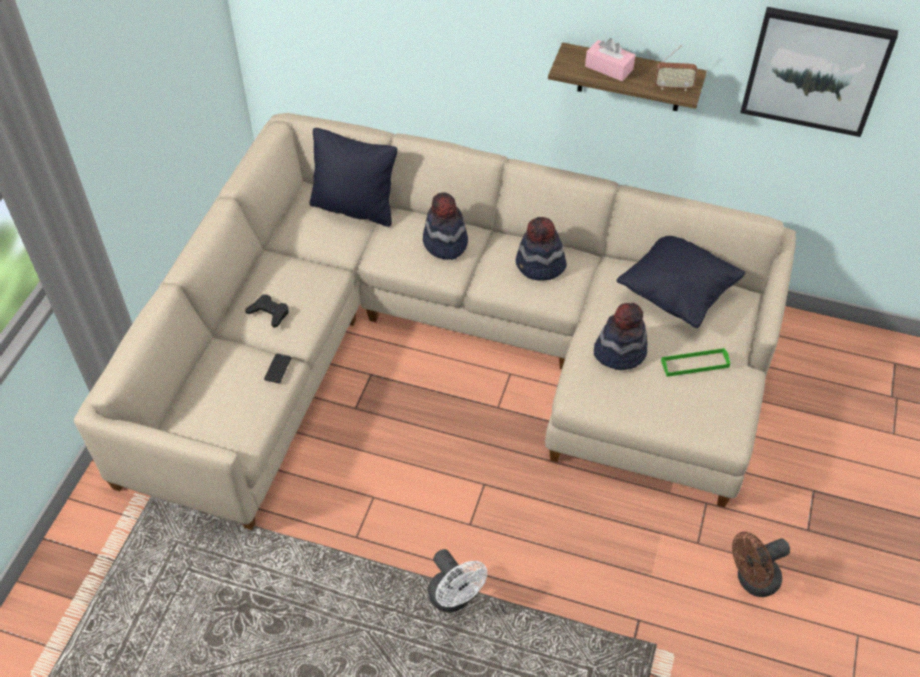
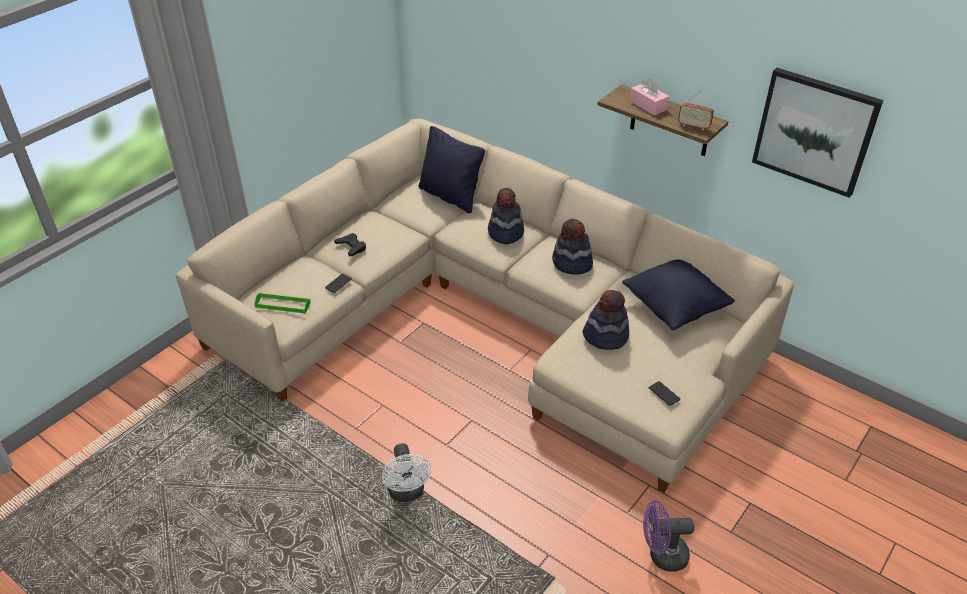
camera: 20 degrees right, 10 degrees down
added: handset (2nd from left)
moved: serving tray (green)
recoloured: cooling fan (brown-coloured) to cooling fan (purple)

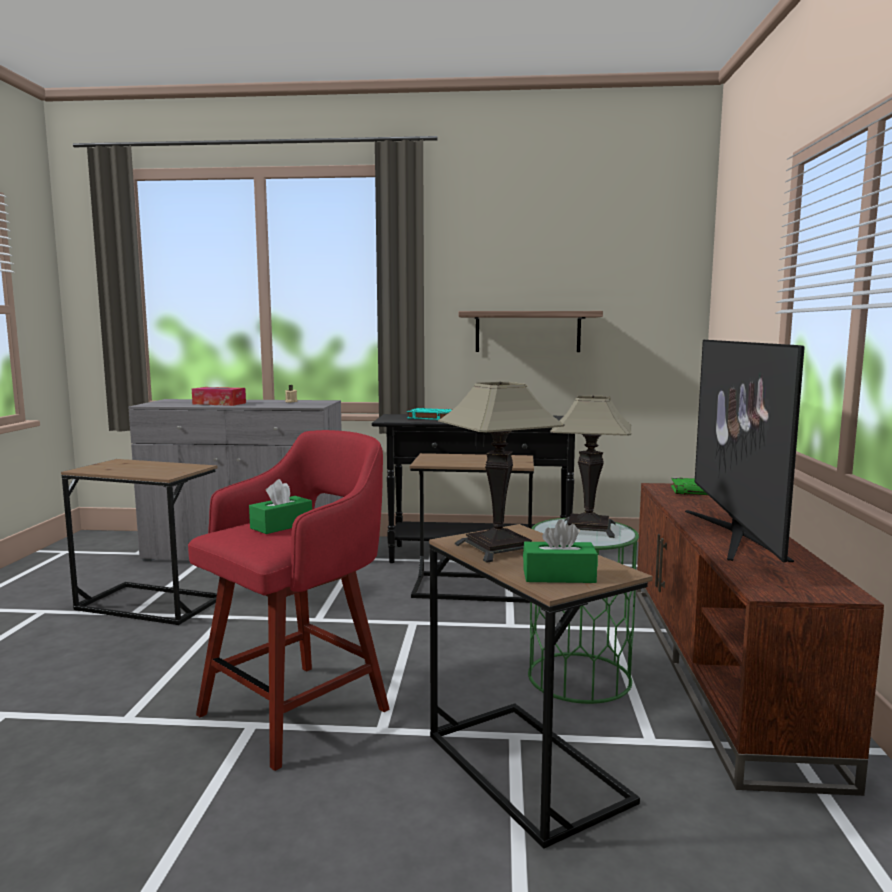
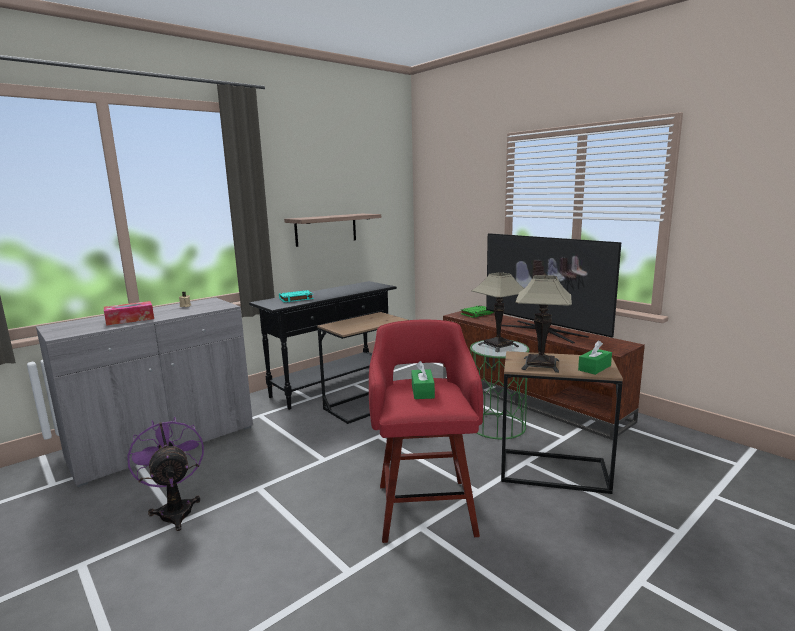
camera: 45 degrees left, 5 degrees up
replaced: side table (brown-coloured) (1st from left) to cooling fan (purple)

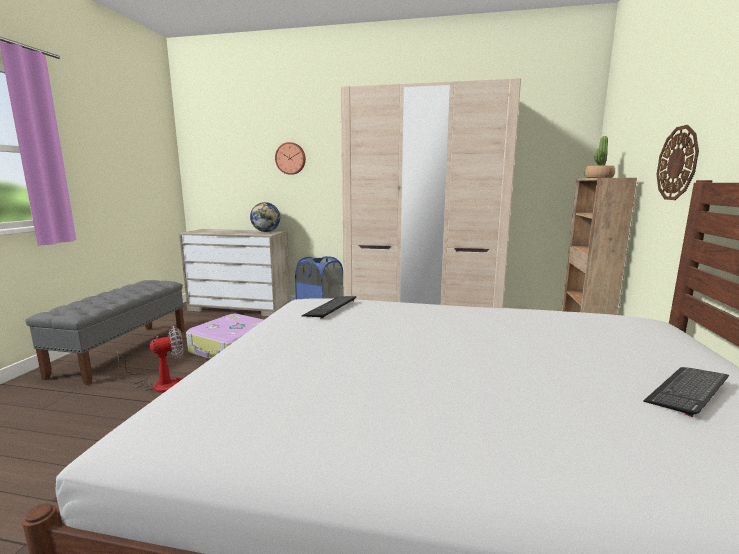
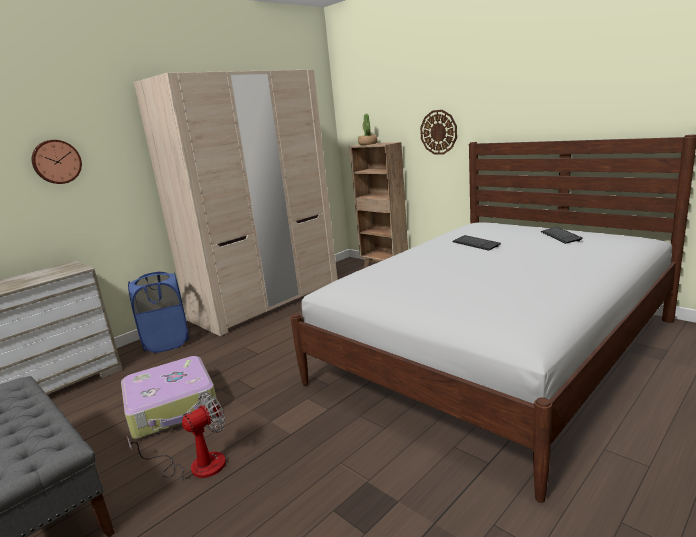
camera: 55 degrees left, 5 degrees up
removed: globe
moved: PC keyboard (1st from left)
turned: cooling fan 45 degrees clockwise

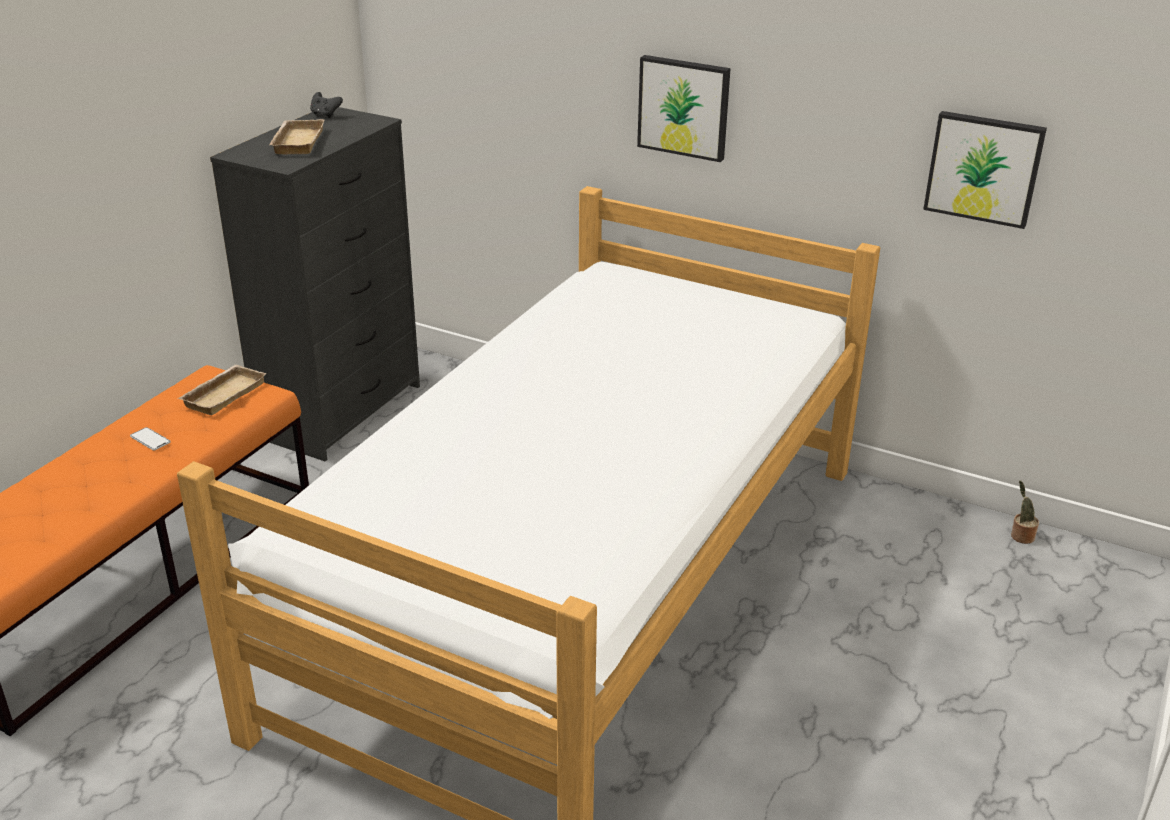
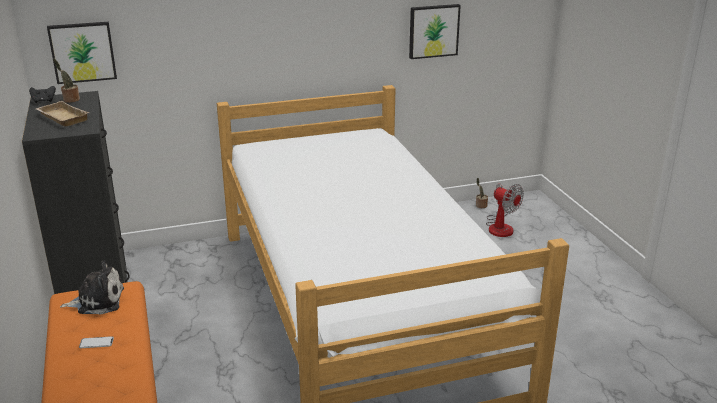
camera: 45 degrees left, 5 degrees down
added: potted plant (1st from left); cooling fan
moved: picture (1st from left)
replaced: serving tray (beige-coloured) (1st from left) to soft toy

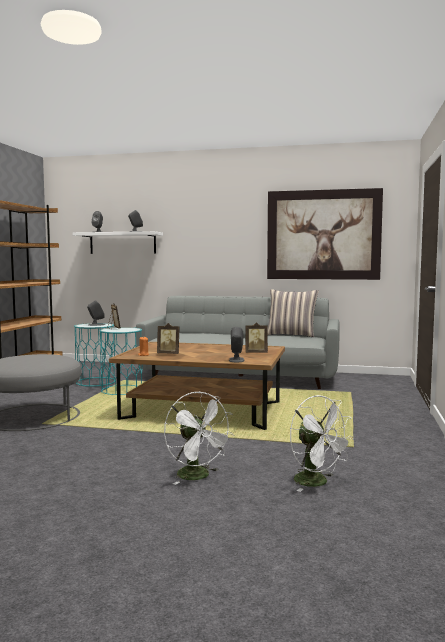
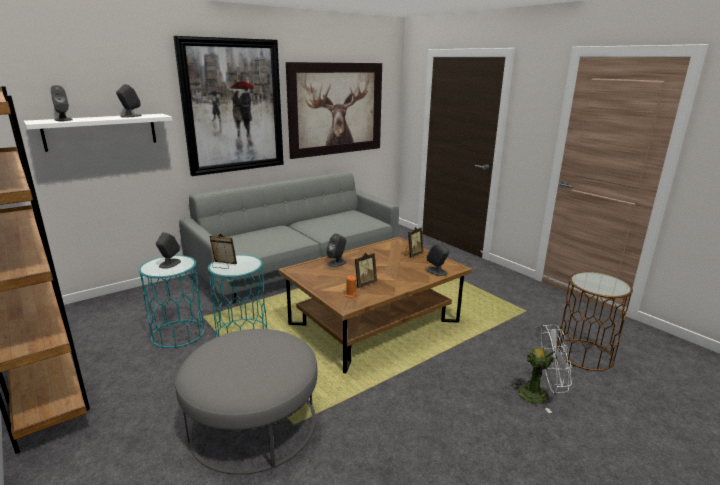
camera: 50 degrees left, 15 degrees up
removed: cushion
added: picture (1st from left); loudspeaker (gray) (4th from left)
replaced: cooling fan (white-coloured) (2nd from left) to side table (brown-coloured)

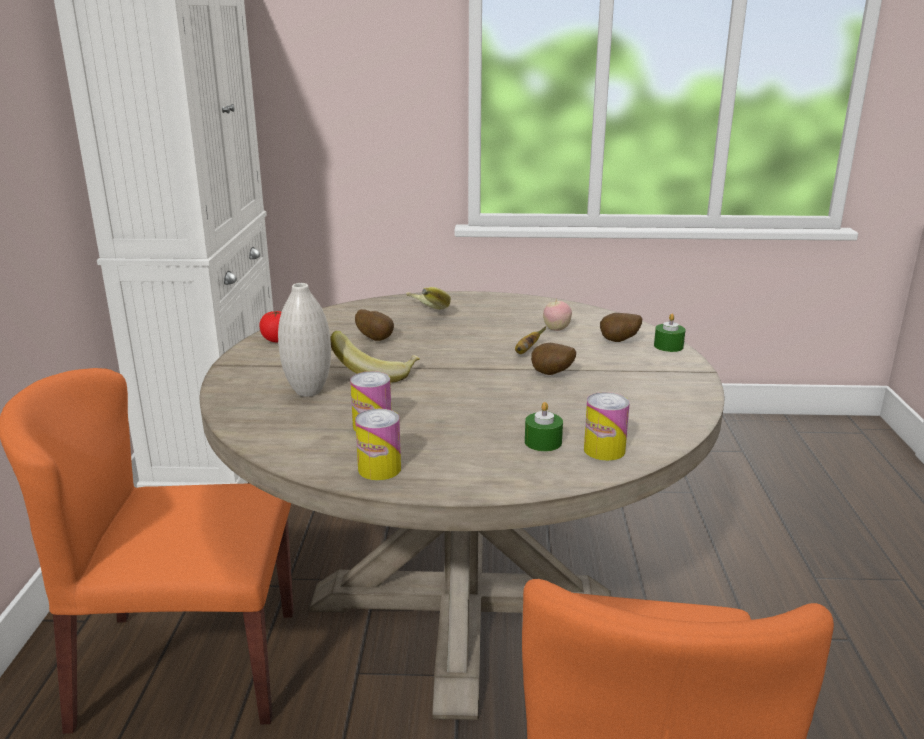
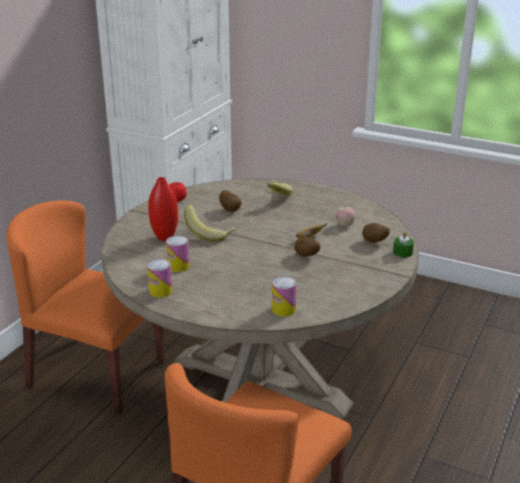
camera: 25 degrees right, 5 degrees up
removed: wax light (green) (1st from left)
recoloured: vase (white-coloured) to vase (red)

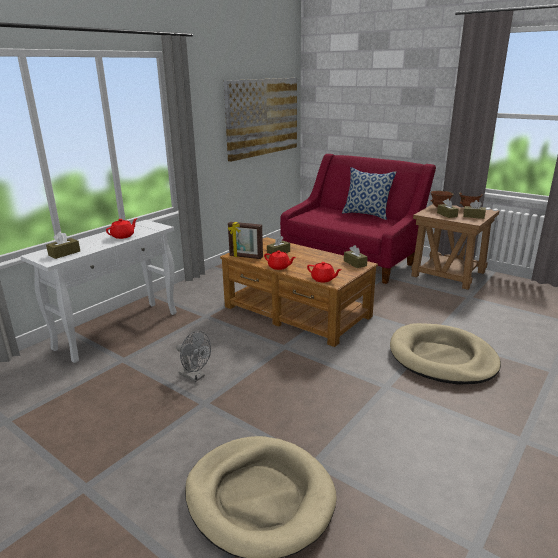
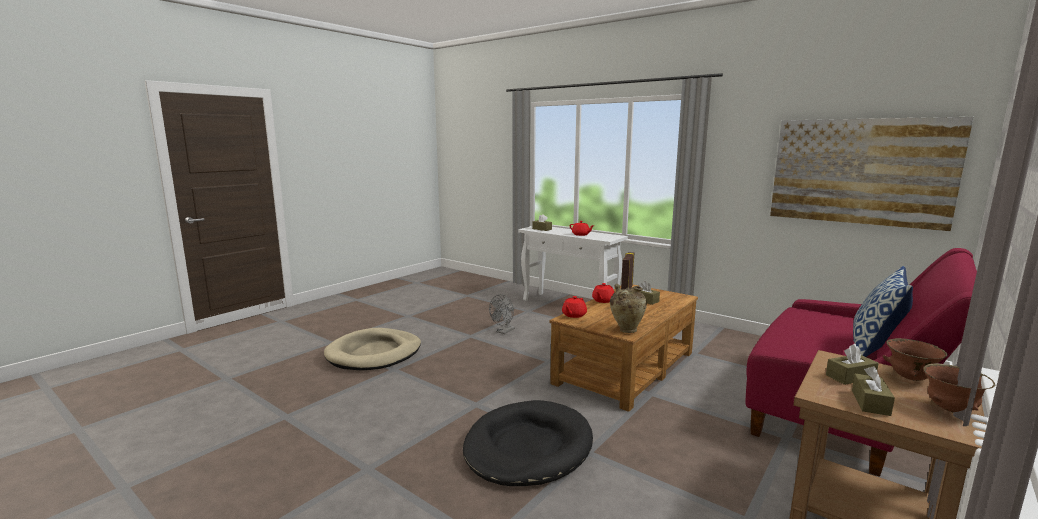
camera: 90 degrees right, 10 degrees down
replaced: tissue holder (brown-coloured) (3rd from left) to vase (beige-coloured)
recoloured: dog cushion (beige-coloured) (2nd from left) to dog cushion (blackish)

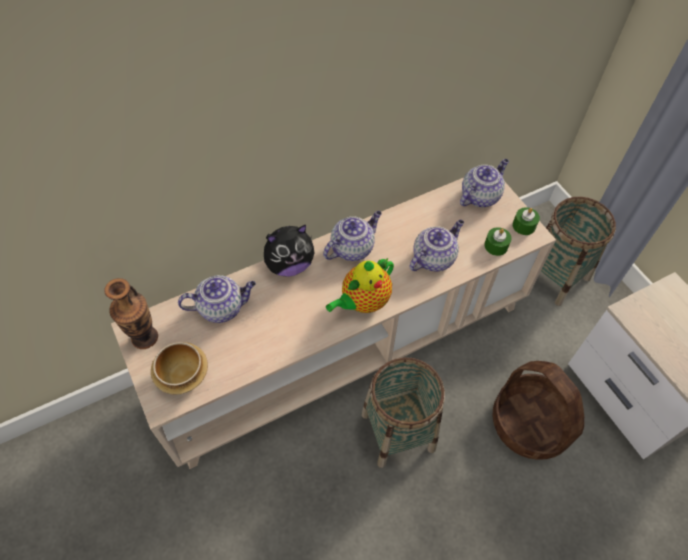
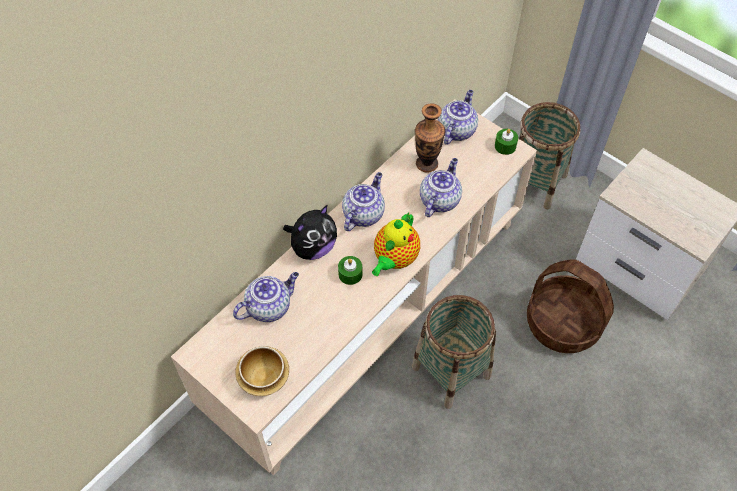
camera: 20 degrees left, 0 degrees up
moved: vase; wax light (green) (1st from left)

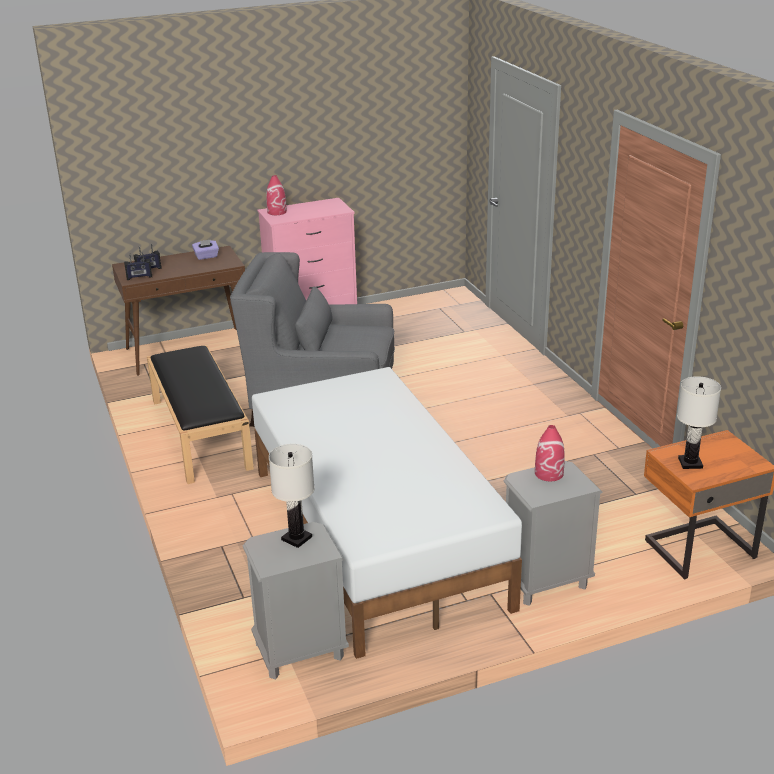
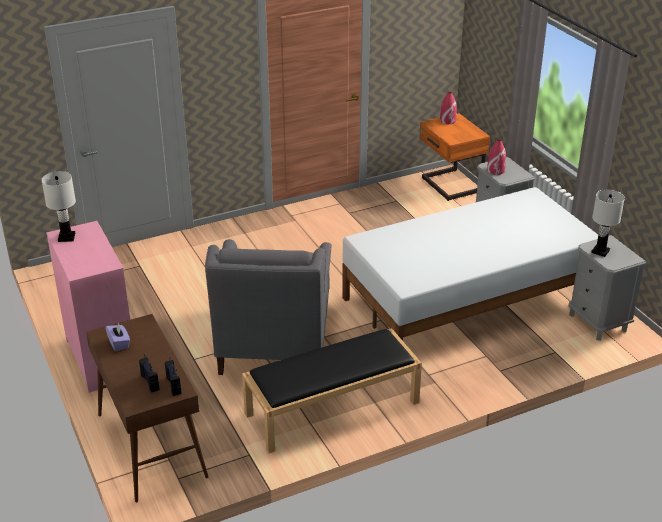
camera: 95 degrees left, 5 degrees up
moved: vase (red) (1st from left); table lamp (white-coloured) (2nd from left in the first image) to table lamp (white-coloured) (1st from left)

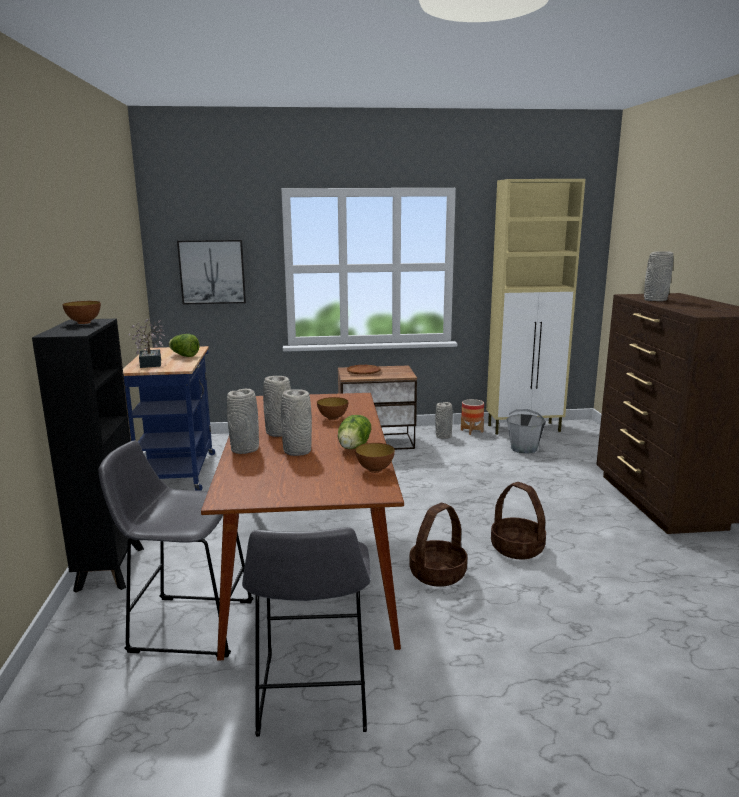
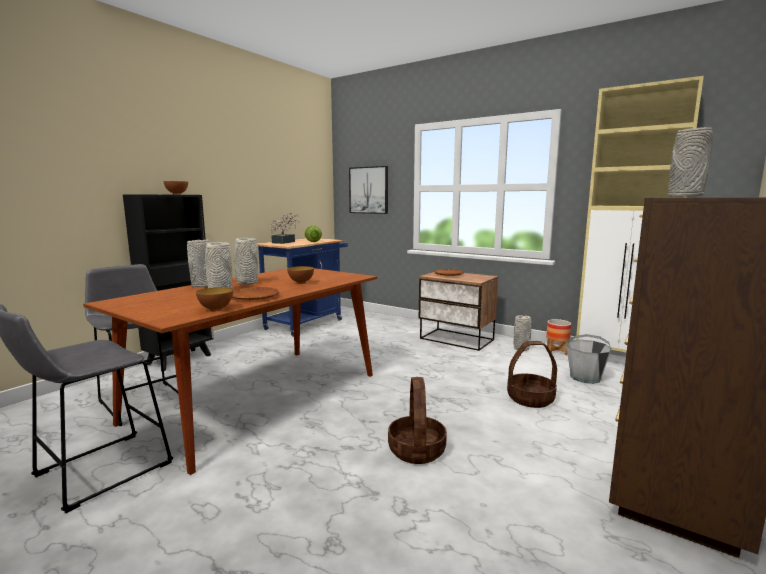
camera: 40 degrees right, 5 degrees down
moved: household basket (1st from left in the first image) to household basket (2nd from left)
replaced: head of lettuce (2nd from left) to plate (brown-coloured) (1st from left)

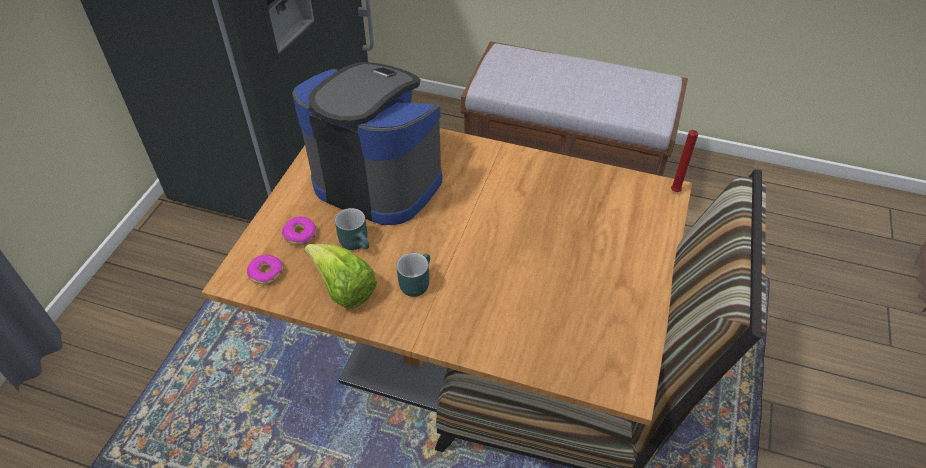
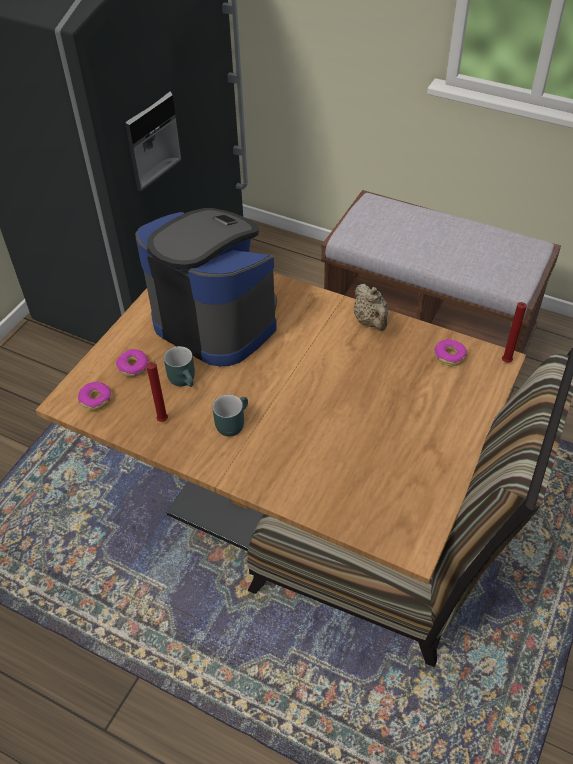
camera: 10 degrees right, 0 degrees up
added: pot for tea (beige-coloured); donut (3rd from left)
replaced: head of lettuce to wax light (red) (1st from left)

